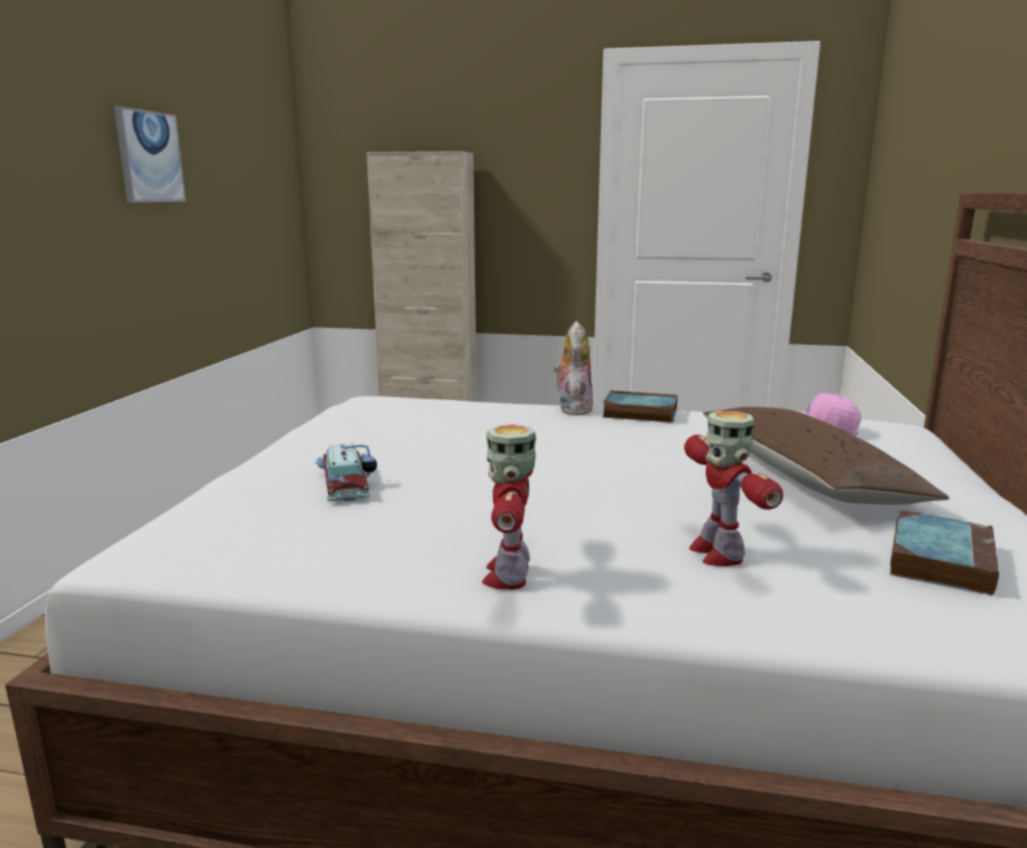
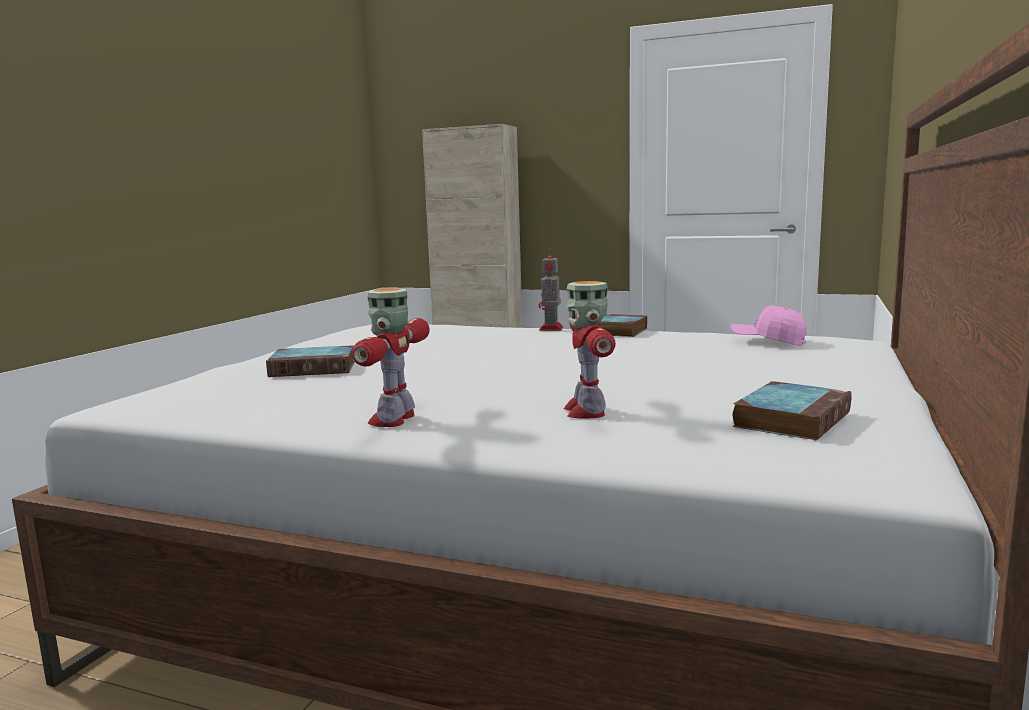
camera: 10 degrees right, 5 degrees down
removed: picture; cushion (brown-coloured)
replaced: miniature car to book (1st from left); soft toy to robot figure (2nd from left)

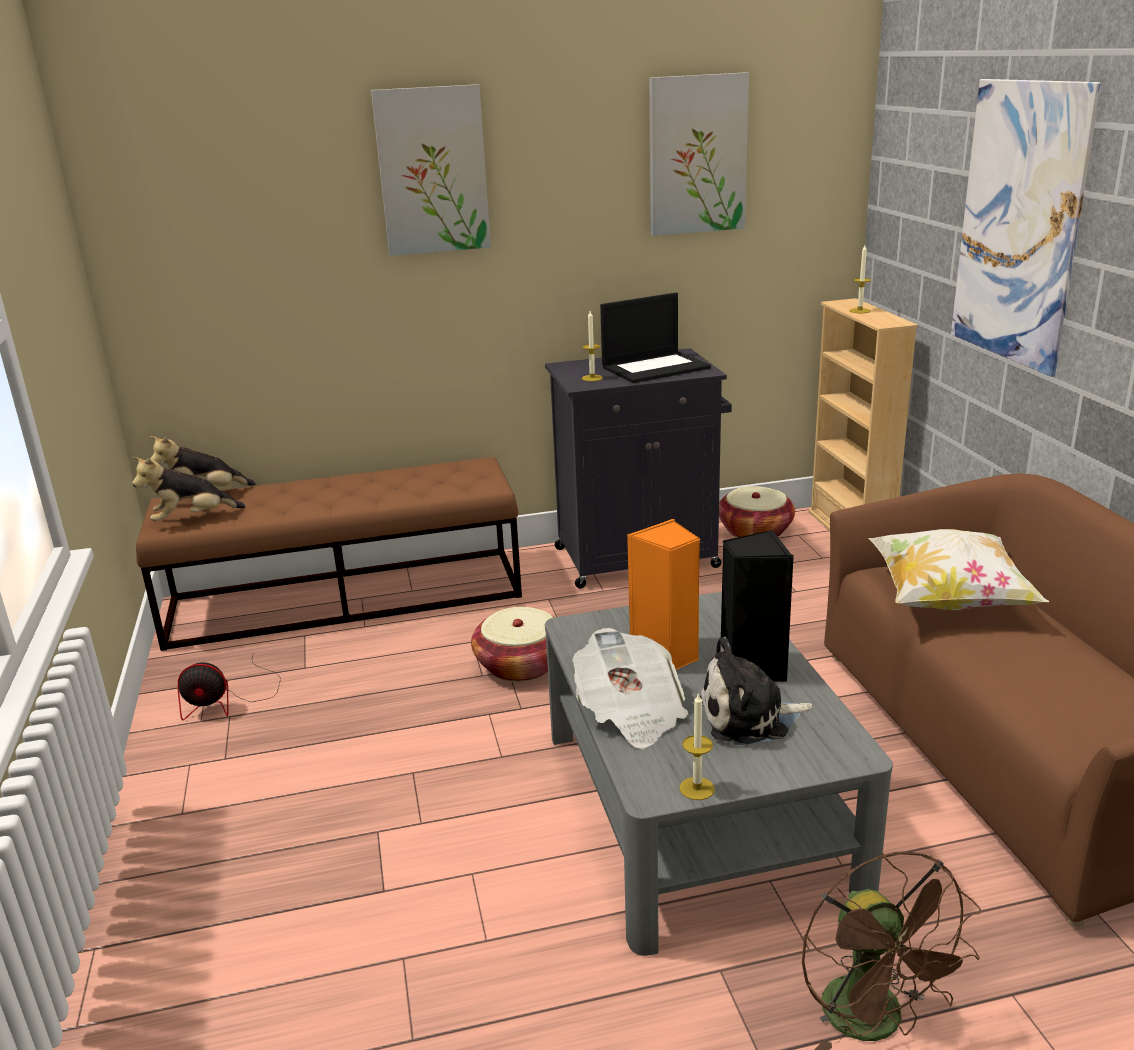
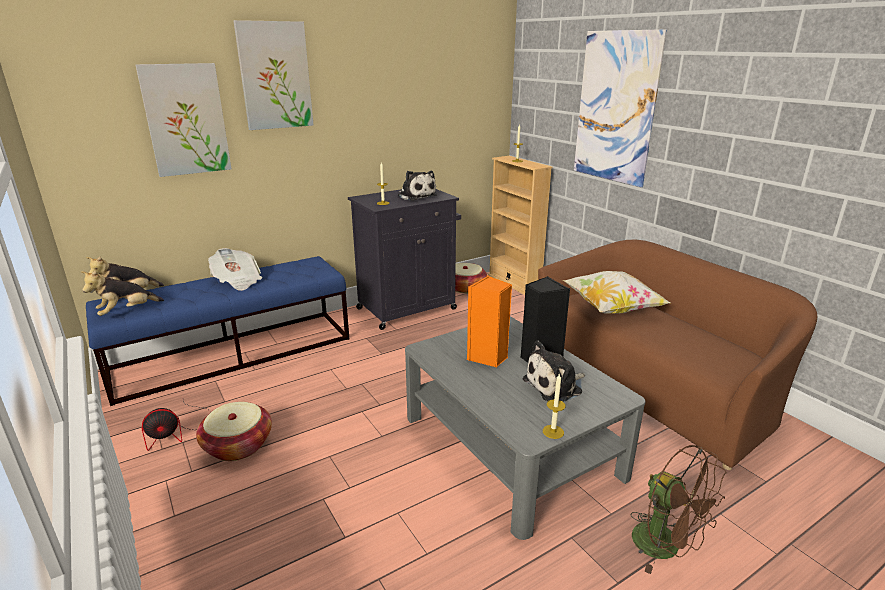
camera: 20 degrees left, 0 degrees up
moved: household basket (1st from left); daily paper; picture (2nd from left in the first image) to picture (1st from left)
replaced: laptop to soft toy (3rd from left)
recoloured: long seat (brown-coloured) to long seat (bluish)

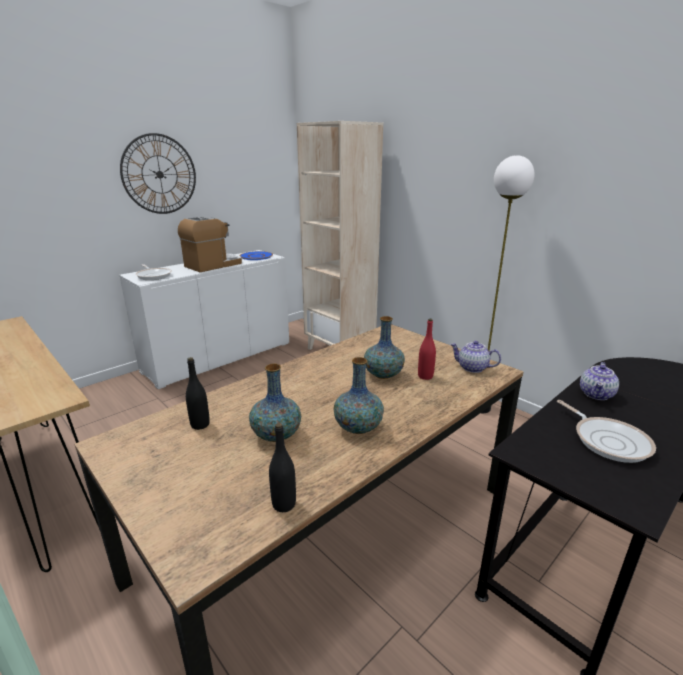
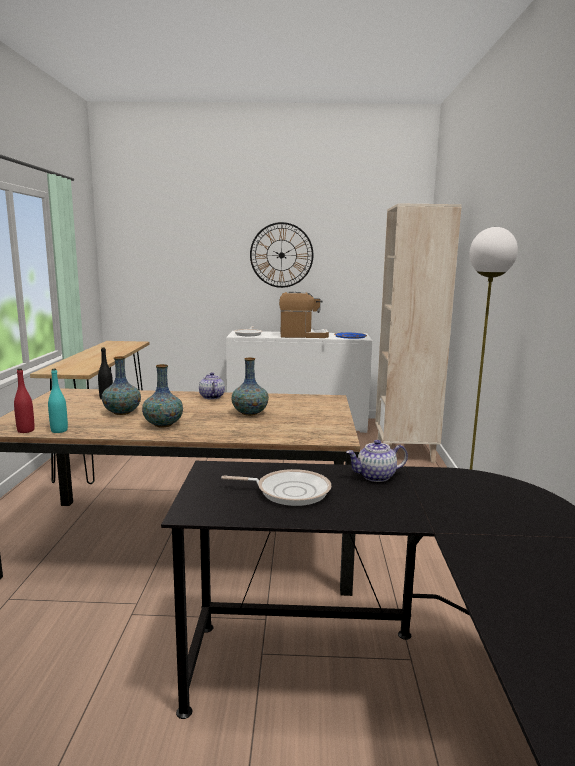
camera: 45 degrees right, 10 degrees down
moved: bottle (red); pot for tea (1st from left)
recoloured: bottle (blackish) (2nd from left) to bottle (turquoise)
turned: pan (2nd from left) 105 degrees counterclockwise

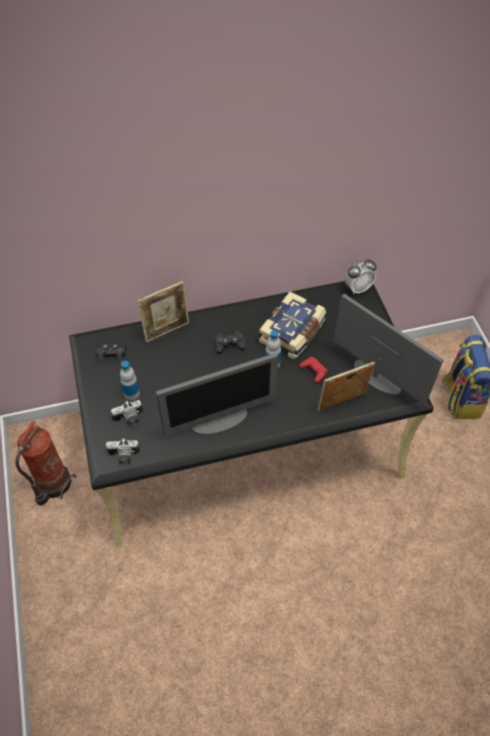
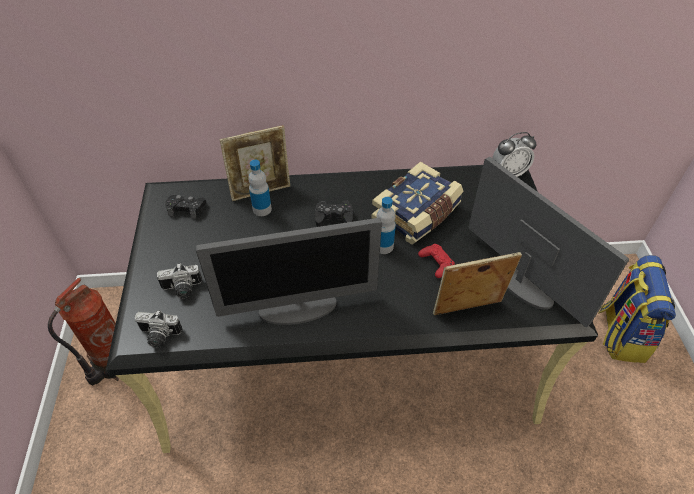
camera: 10 degrees right, 5 degrees down
moved: bottle (1st from left)

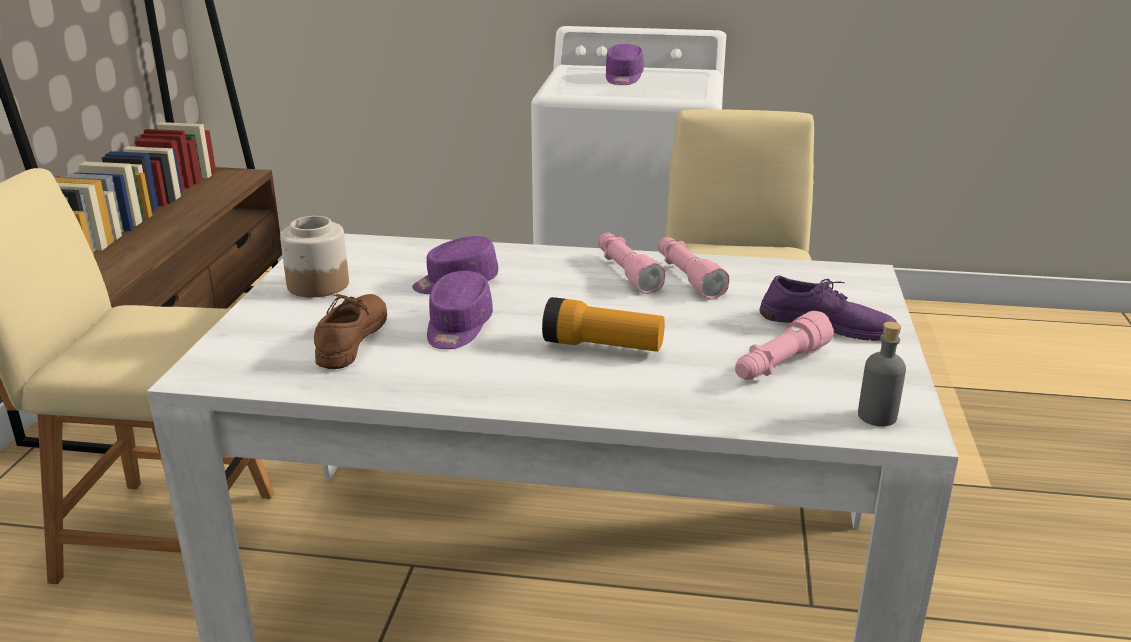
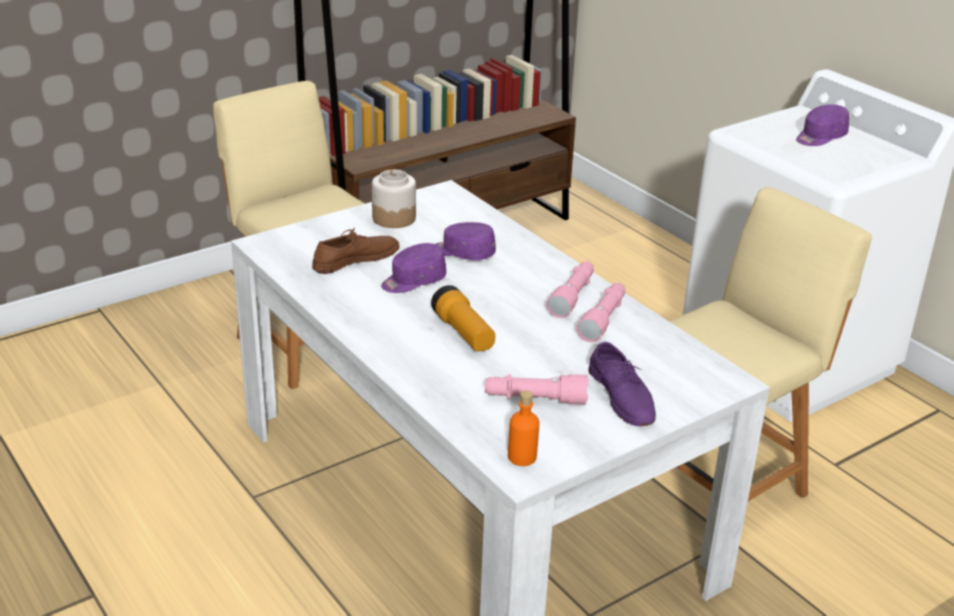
camera: 45 degrees right, 5 degrees up
recoloured: bottle (gray) to bottle (orange)

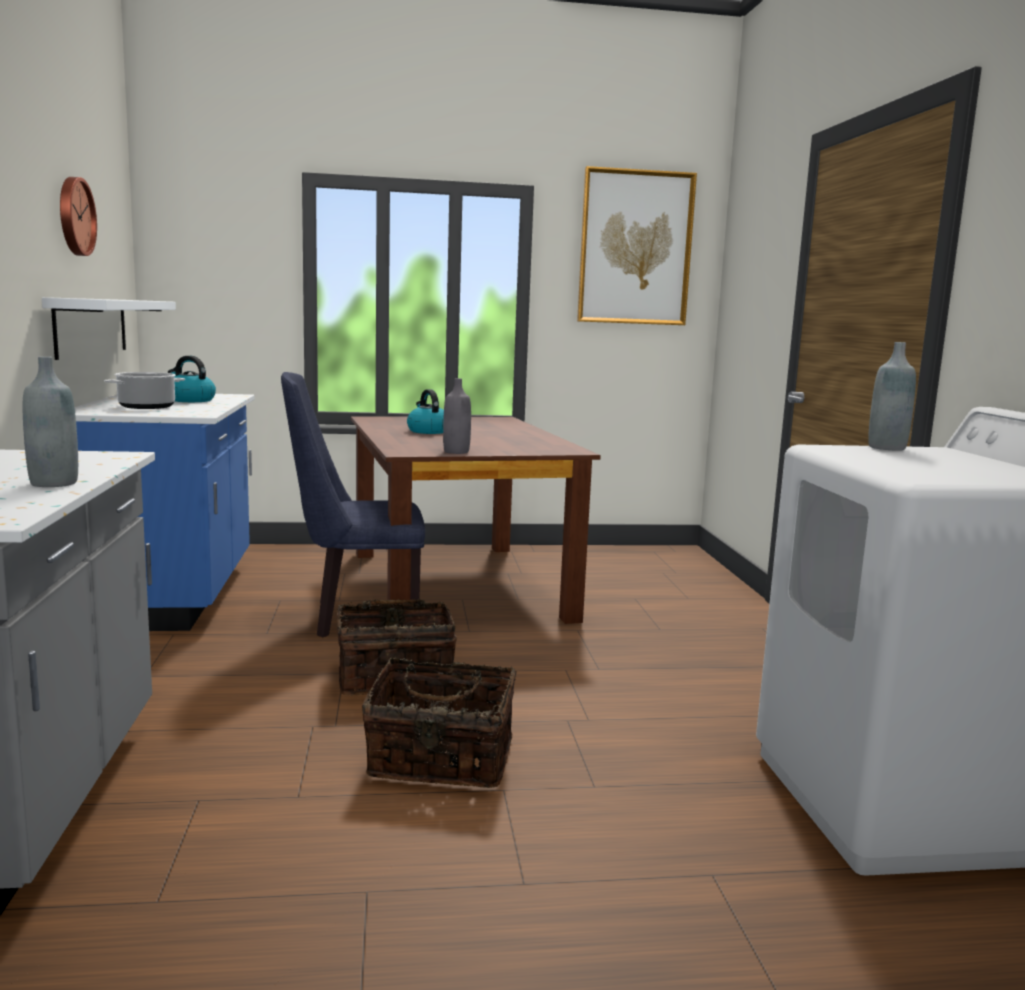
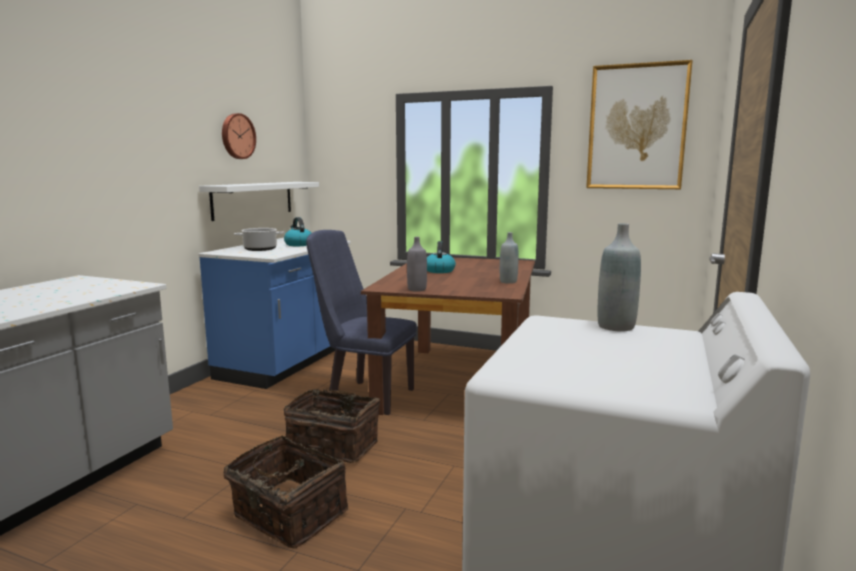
camera: 30 degrees right, 0 degrees up
moved: bottle (gray) (1st from left in the first image) to bottle (gray) (2nd from left)

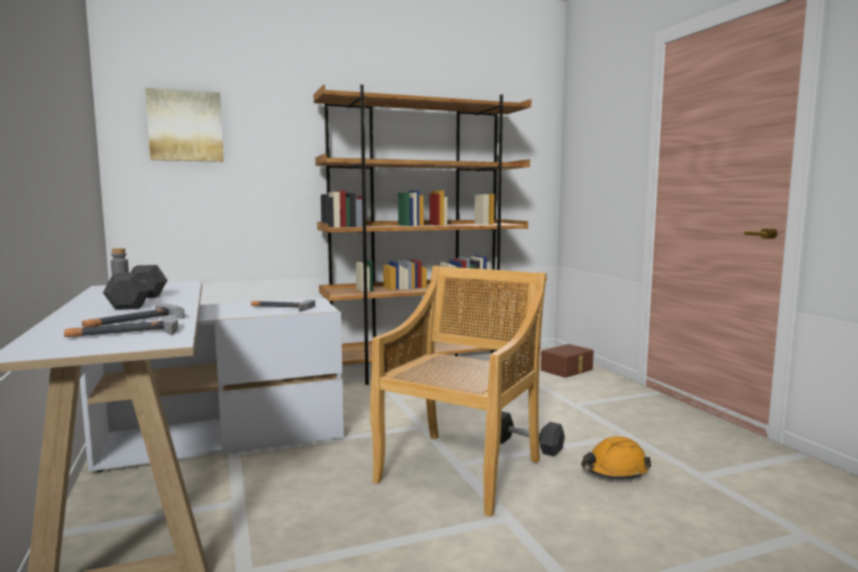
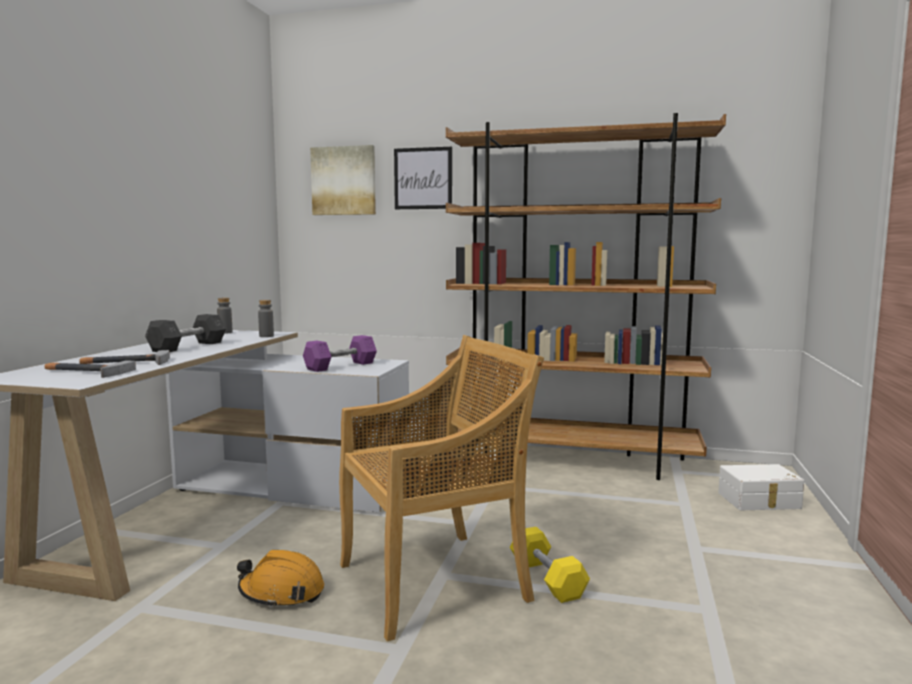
camera: 35 degrees right, 0 degrees up
added: bottle (gray) (2nd from left); picture (2nd from left)
moved: hard hat (orange)
replaced: tool hammer (3rd from left) to dumbbell (purple)
recoloured: dumbbell (gray) (2nd from left) to dumbbell (yellowish); storage bin (brown-coloured) to storage bin (white-coloured)

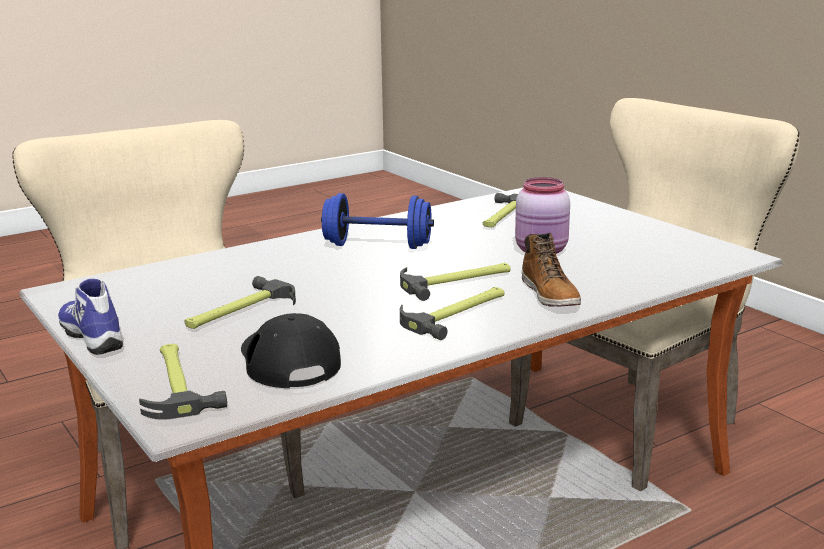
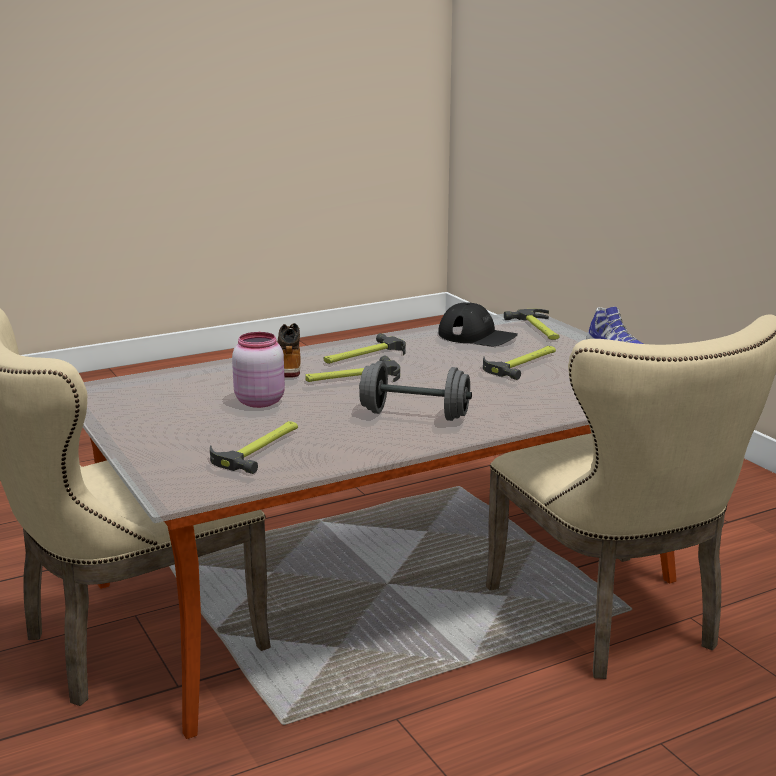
camera: 175 degrees left, 0 degrees up
recoloured: dumbbell (bluish) to dumbbell (gray)
turned: peaked cap (blackish) 45 degrees counterclockwise

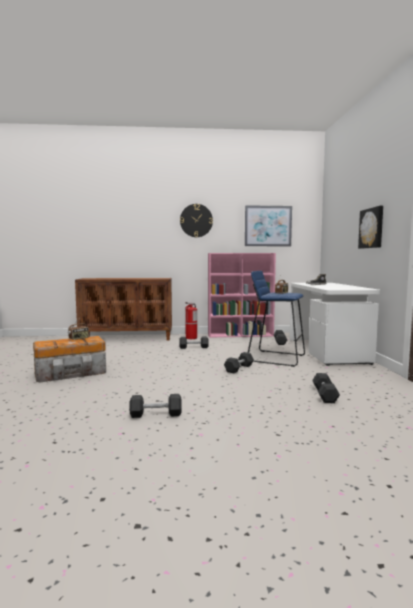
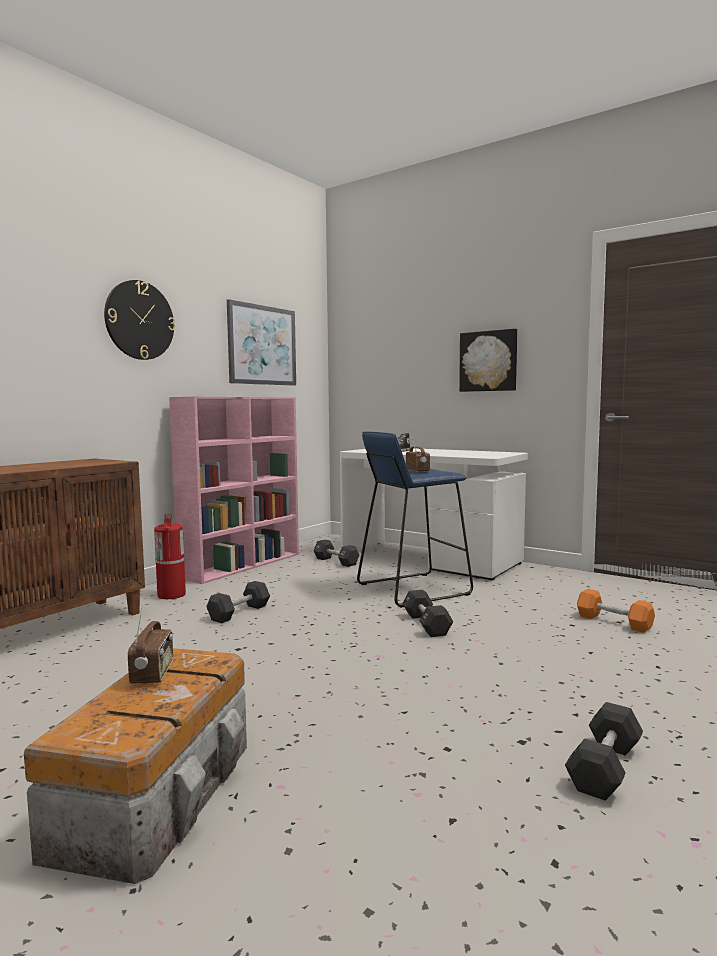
camera: 50 degrees left, 0 degrees up
recoloured: dumbbell (blackish) (5th from left) to dumbbell (orange)

